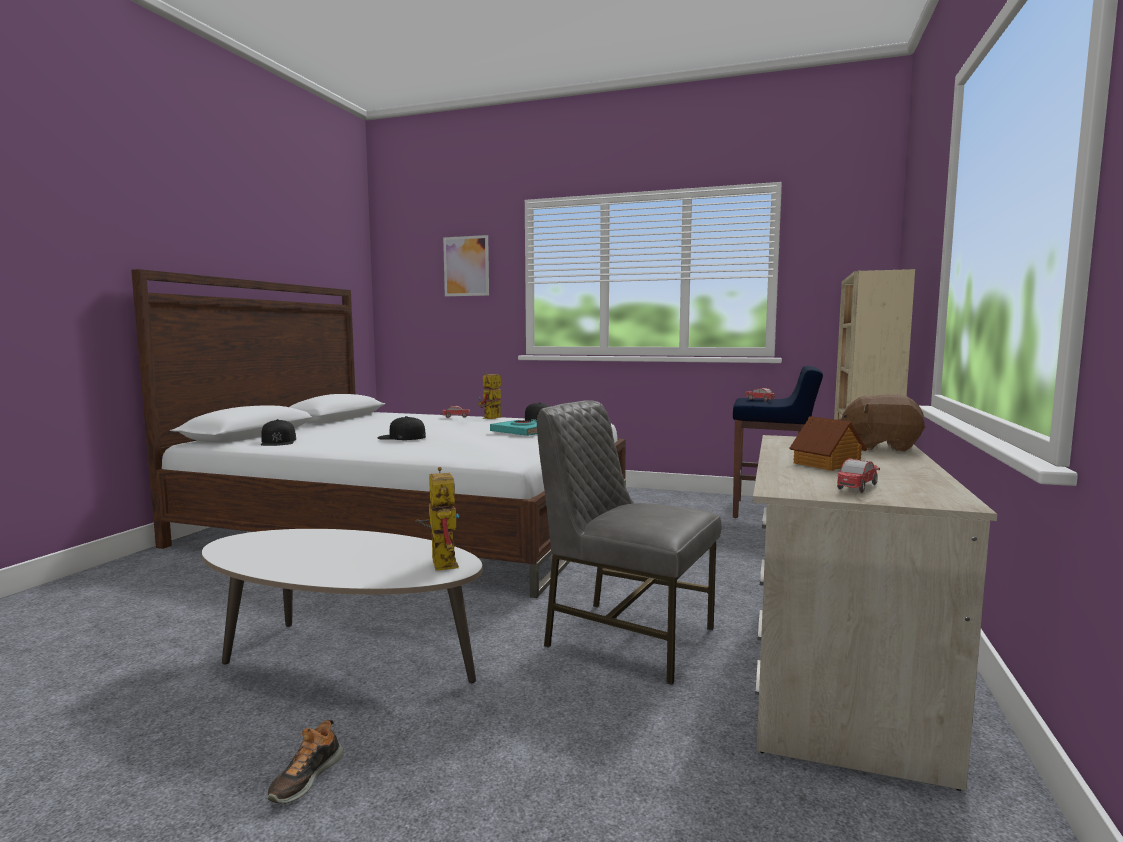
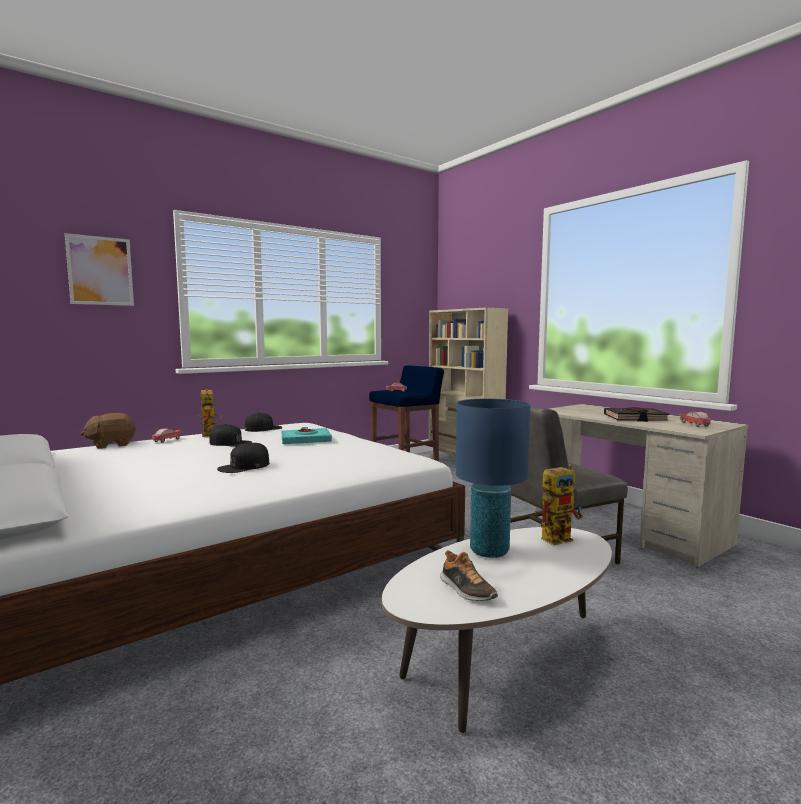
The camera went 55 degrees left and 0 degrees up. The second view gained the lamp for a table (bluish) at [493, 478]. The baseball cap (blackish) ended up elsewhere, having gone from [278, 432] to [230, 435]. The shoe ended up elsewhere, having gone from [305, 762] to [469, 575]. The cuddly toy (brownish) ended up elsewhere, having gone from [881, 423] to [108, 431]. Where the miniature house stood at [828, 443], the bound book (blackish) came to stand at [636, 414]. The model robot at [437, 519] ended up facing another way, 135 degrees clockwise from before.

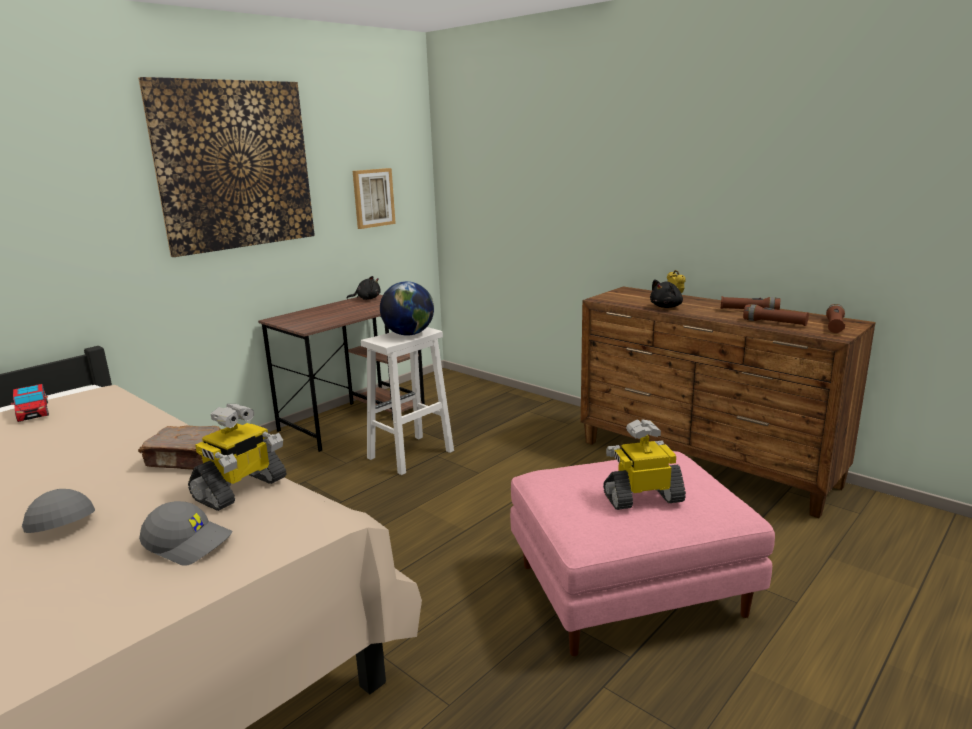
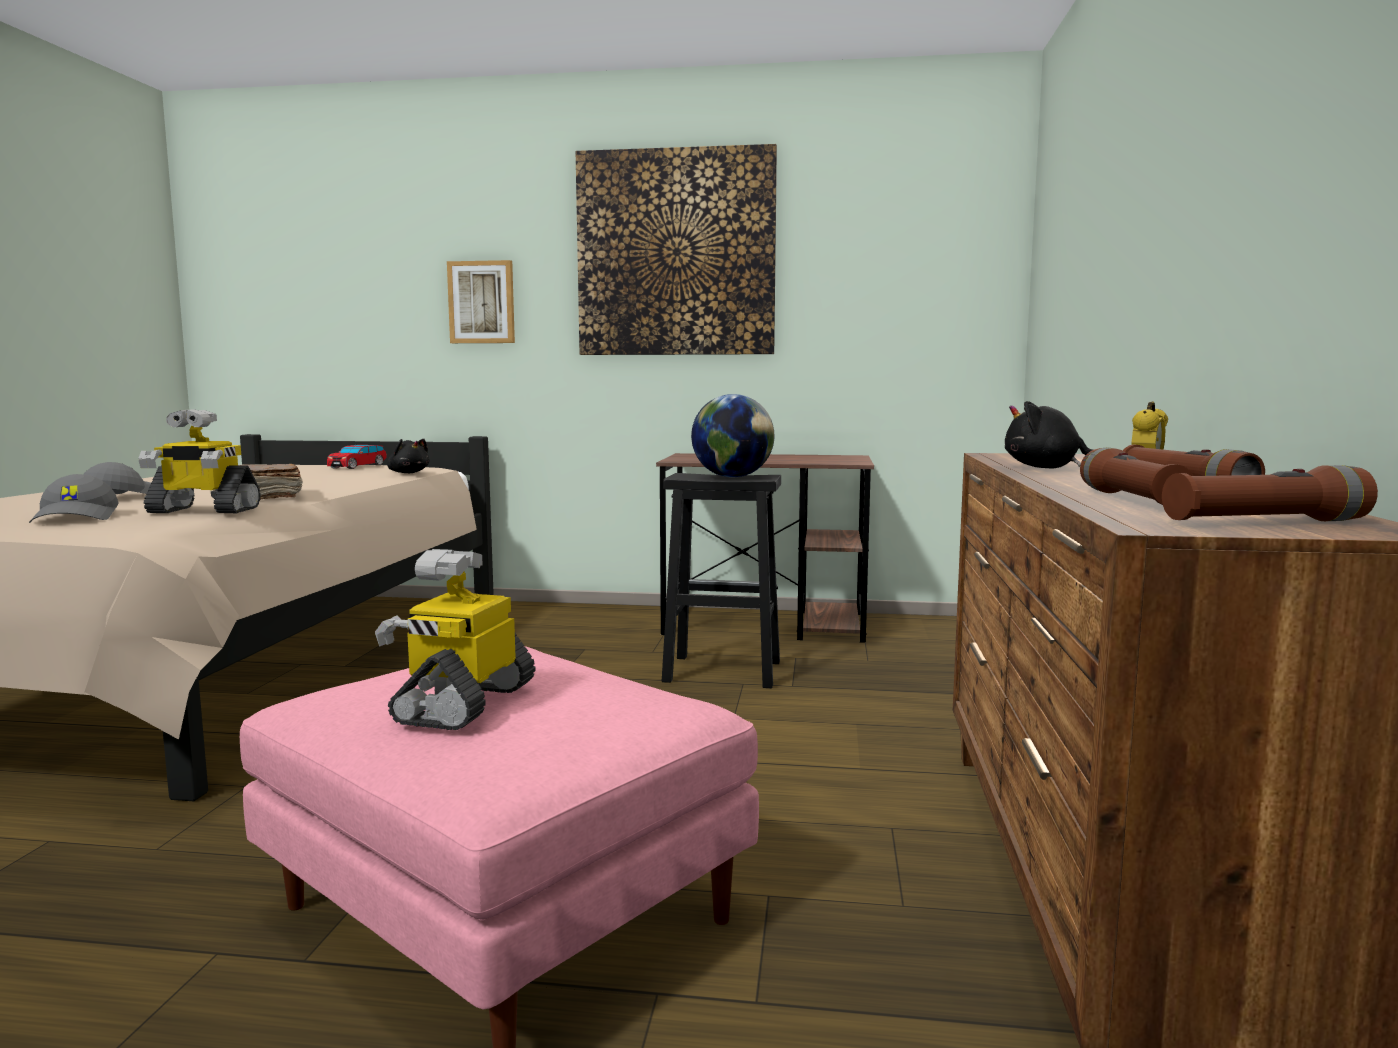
The camera went 55 degrees right and 10 degrees down. The cuddly toy (blackish) ended up elsewhere, having gone from [364, 288] to [408, 456]. The wall art ended up elsewhere, having gone from [374, 198] to [481, 301]. What was the stool seat (white) at [407, 401] turned into the stool seat (blackish) at [721, 580]. The model robot at [644, 464] ended up facing another way, 120 degrees counterclockwise from before.

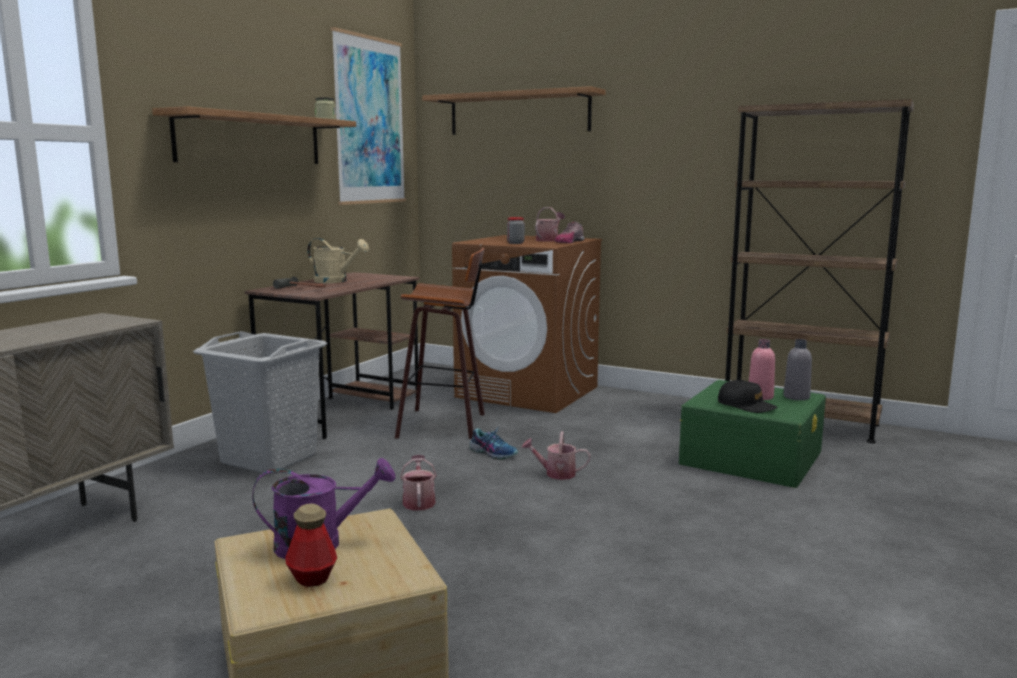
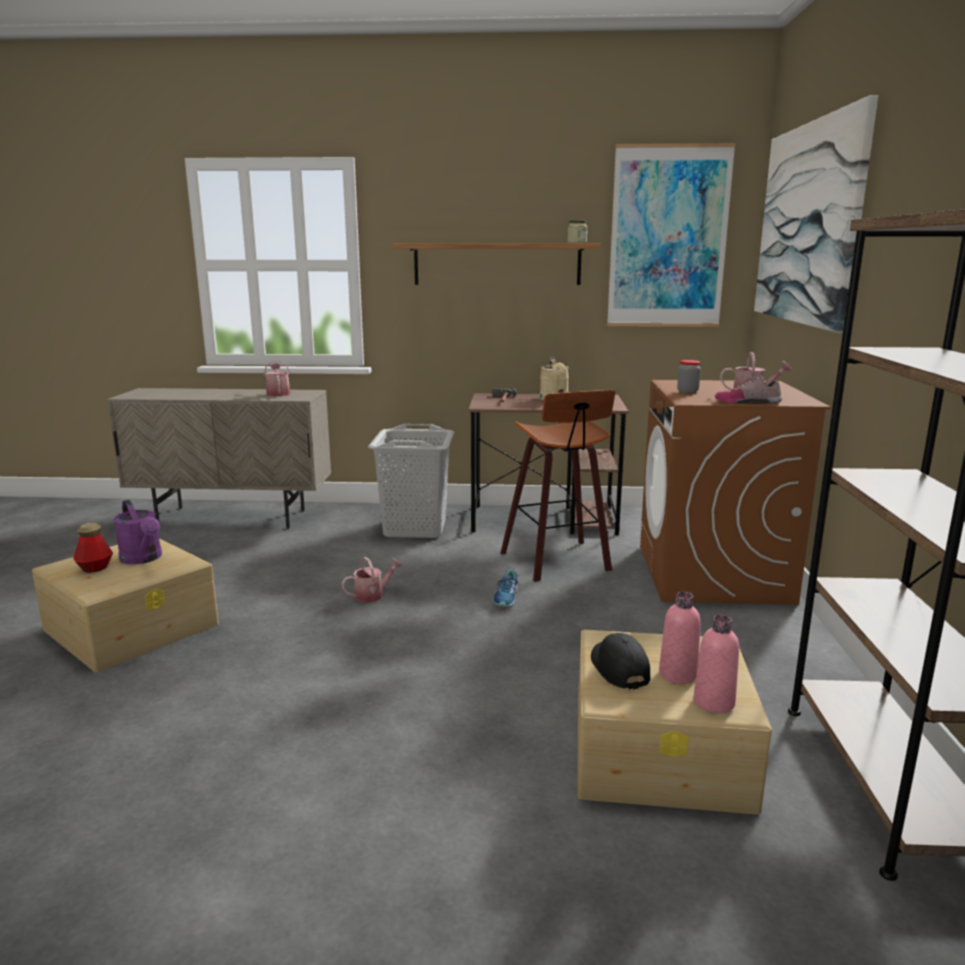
The camera went 65 degrees right and 5 degrees up. The watering pot ended up elsewhere, having gone from [556, 455] to [277, 378]. Where the bracket shelf hung at [514, 110], the wall art came to hang at [816, 214]. What was the storage box (green-coloured) at [752, 434] turned into the storage box (beige) at [674, 722]. What was the bottle (greyish) at [798, 369] turned into the bottle (pink) at [716, 664]. The baseball cap (blackish) at [748, 396] ended up facing another way, 150 degrees clockwise from before.

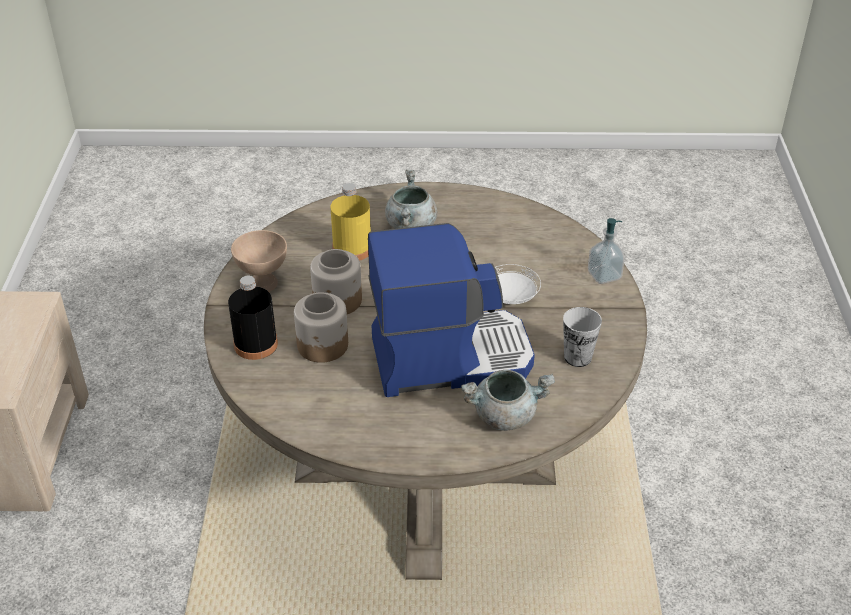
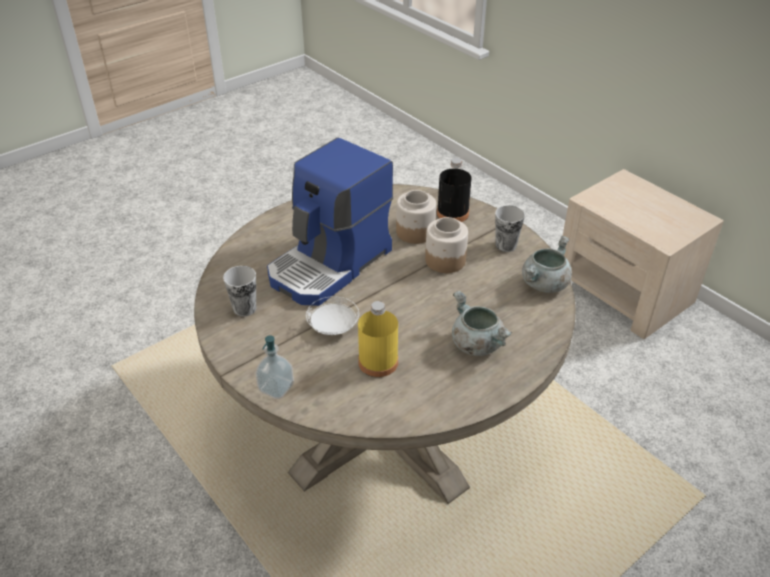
The camera went 140 degrees right and 0 degrees up. The bottle (yellow) ended up elsewhere, having gone from [351, 222] to [378, 339]. The saucepot (greyish) ended up elsewhere, having gone from [508, 400] to [547, 264]. Where the serving bowl (beige) stood at [259, 261], the small cup came to stand at [510, 228].

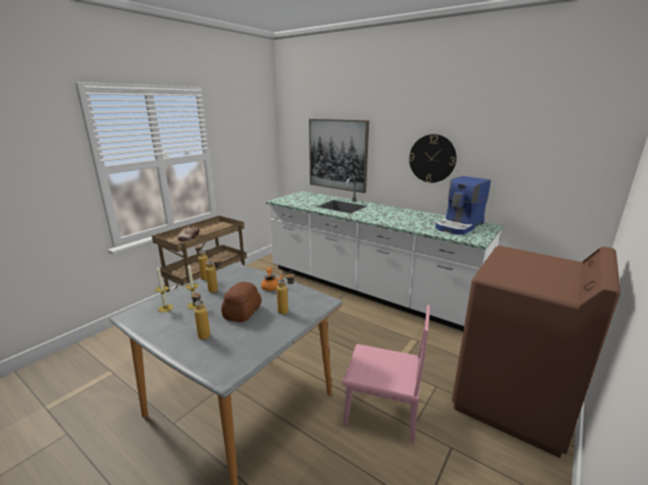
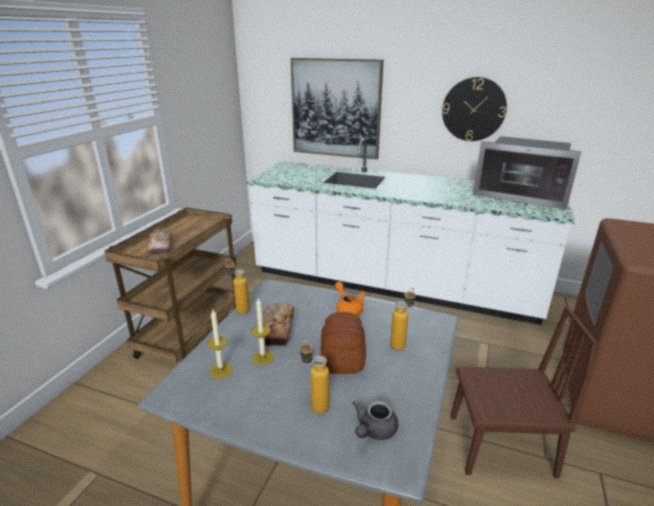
The camera went 15 degrees left and 5 degrees up. The second view gained the teapot (greyish) at [375, 420]. Where the bottle stood at [213, 275], the bakery bread came to stand at [276, 324]. Where the coffee brewer stood at [463, 205], the microwave oven came to stand at [527, 173]. What was the upright chair (pink) at [386, 374] turned into the upright chair (brownish) at [524, 392].

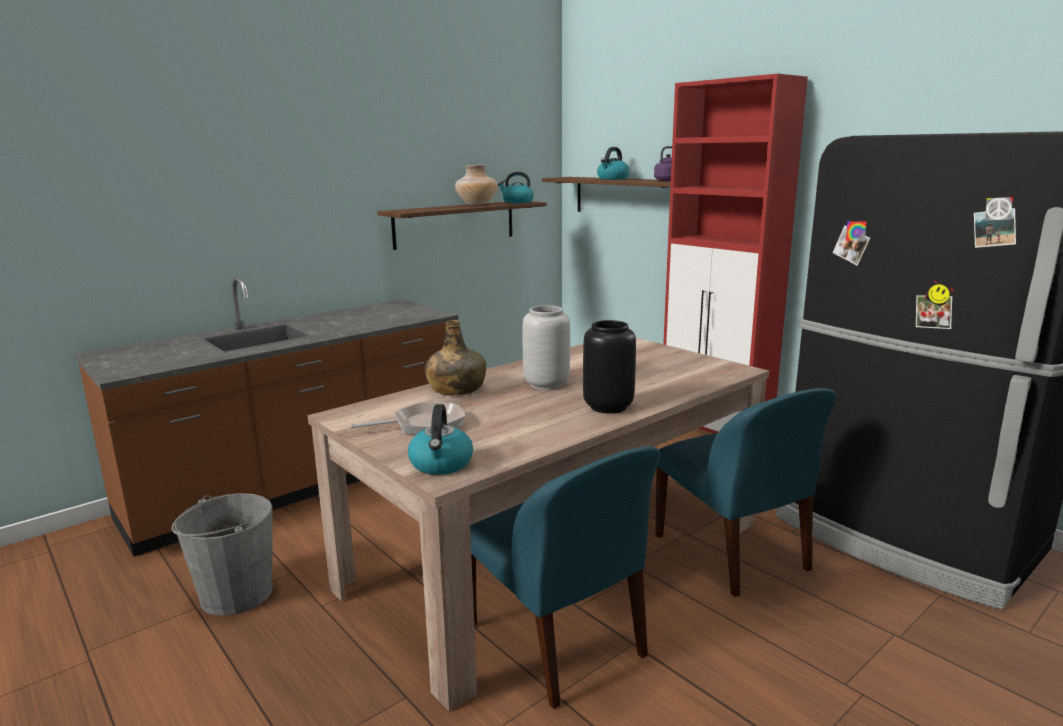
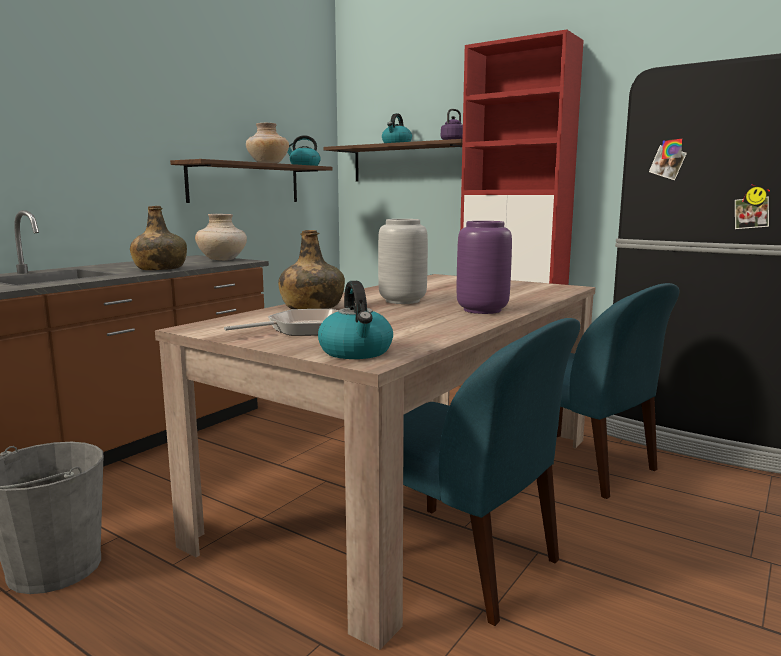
The camera went 15 degrees left and 5 degrees down. The second view gained the bottle (green-coloured) at [158, 238]. The second view gained the vase (beige) at [221, 237]. What was the vase (blackish) at [609, 366] turned into the vase (purple) at [484, 267].

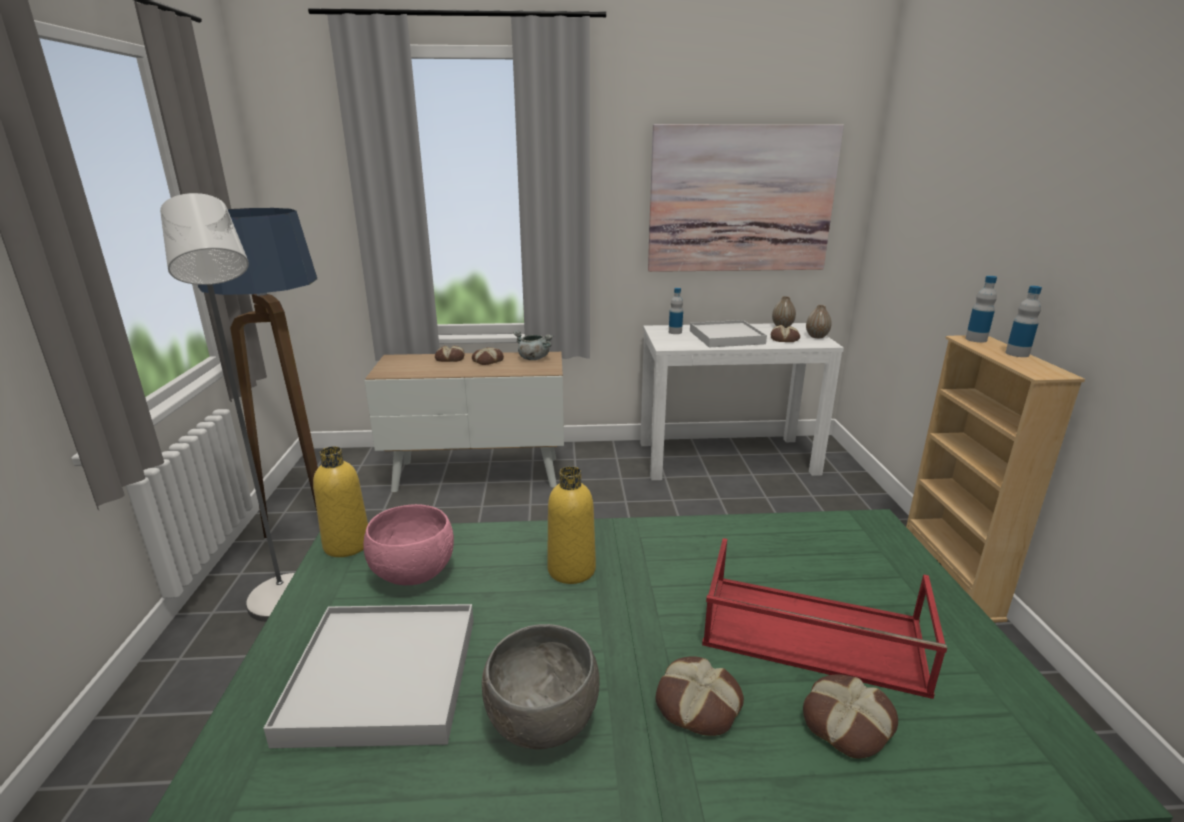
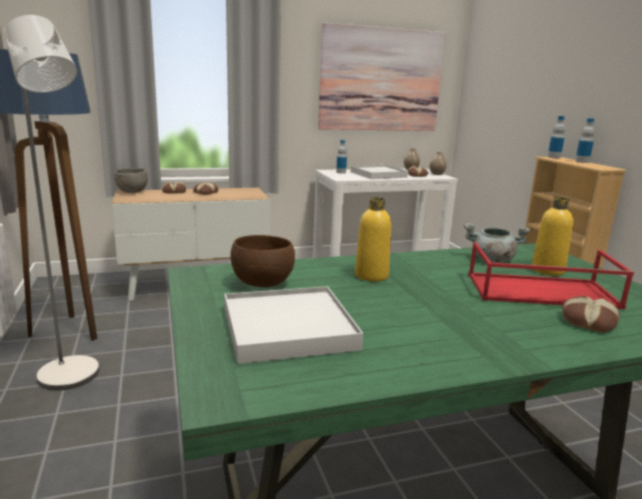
The camera went 15 degrees left and 5 degrees down. The second view lost the bakery bread at [699, 696]. The bottle (yellow) ended up elsewhere, having gone from [340, 501] to [552, 236]. The serving bowl (greyish) ended up elsewhere, having gone from [541, 687] to [131, 180]. The saucepot (greyish) ended up elsewhere, having gone from [533, 345] to [497, 243]. What was the serving bowl (pink) at [408, 544] turned into the serving bowl (brownish) at [262, 261].

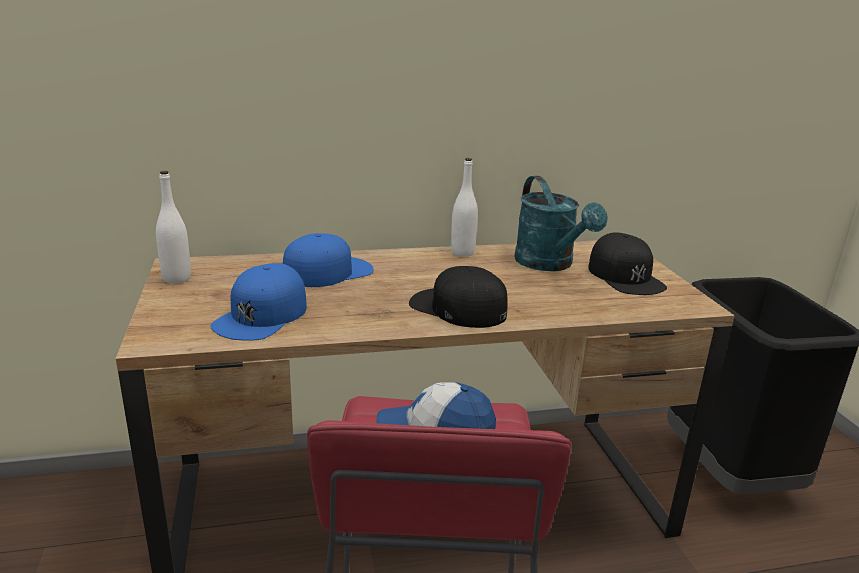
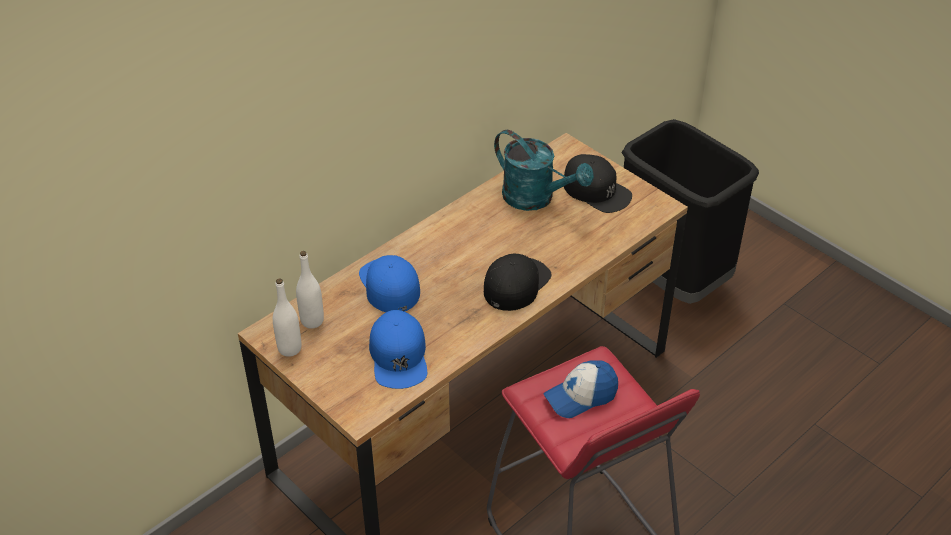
The camera went 30 degrees left and 20 degrees up. The bottle (white) ended up elsewhere, having gone from [464, 207] to [310, 289]. The baseball cap (bluish) at [328, 260] ended up facing another way, 45 degrees counterclockwise from before. The baseball cap (blackish) at [458, 297] ended up facing another way, 120 degrees clockwise from before.

